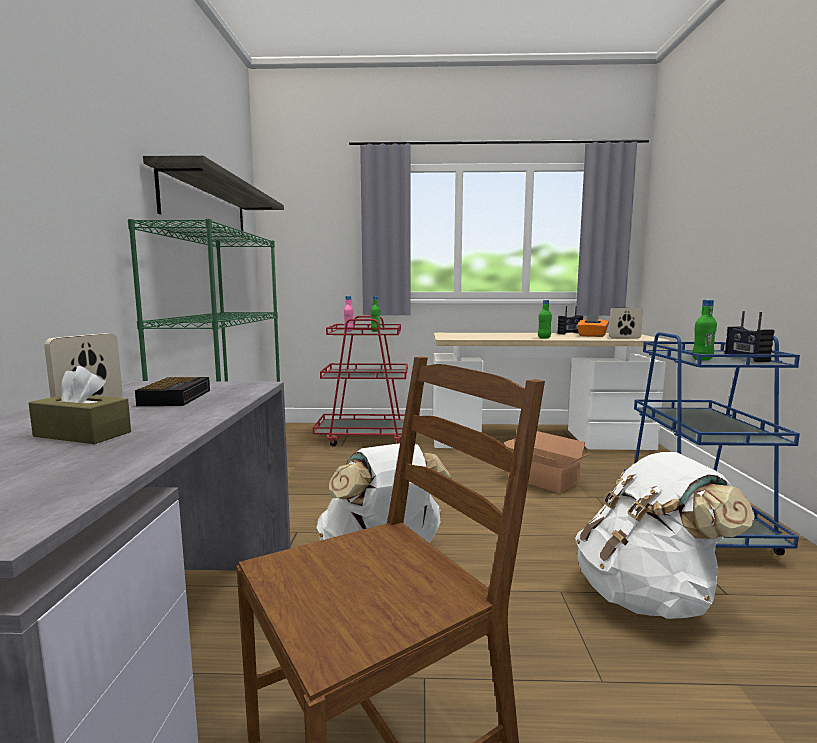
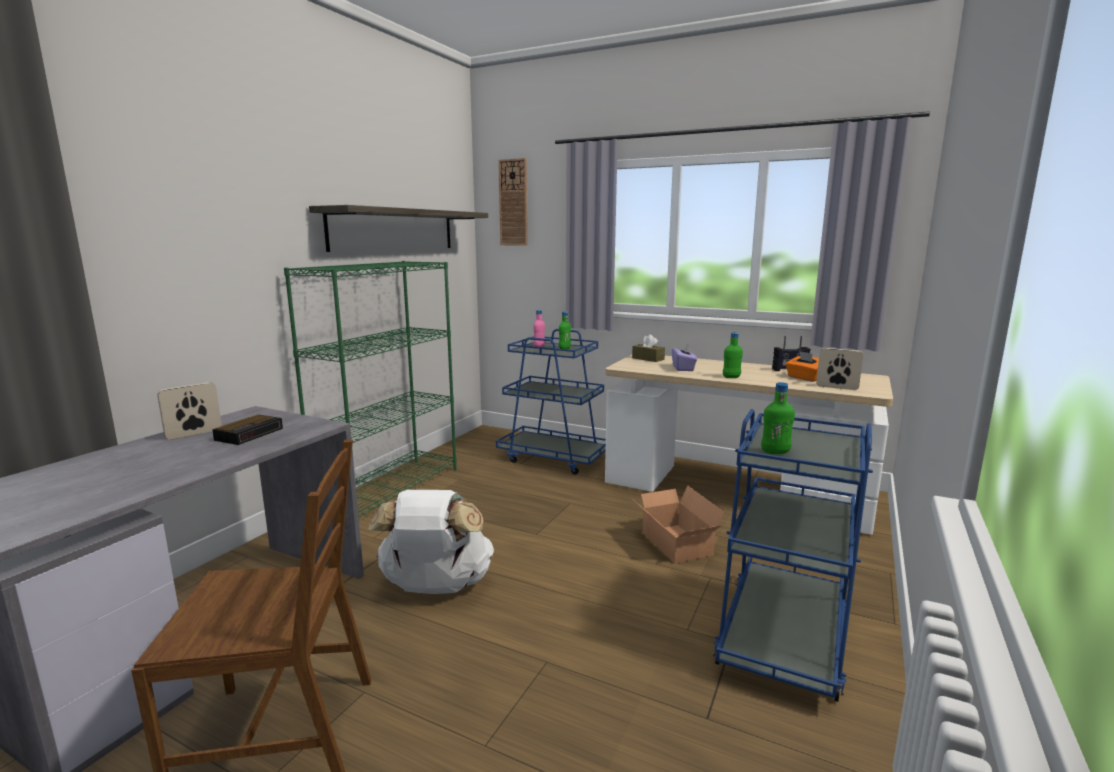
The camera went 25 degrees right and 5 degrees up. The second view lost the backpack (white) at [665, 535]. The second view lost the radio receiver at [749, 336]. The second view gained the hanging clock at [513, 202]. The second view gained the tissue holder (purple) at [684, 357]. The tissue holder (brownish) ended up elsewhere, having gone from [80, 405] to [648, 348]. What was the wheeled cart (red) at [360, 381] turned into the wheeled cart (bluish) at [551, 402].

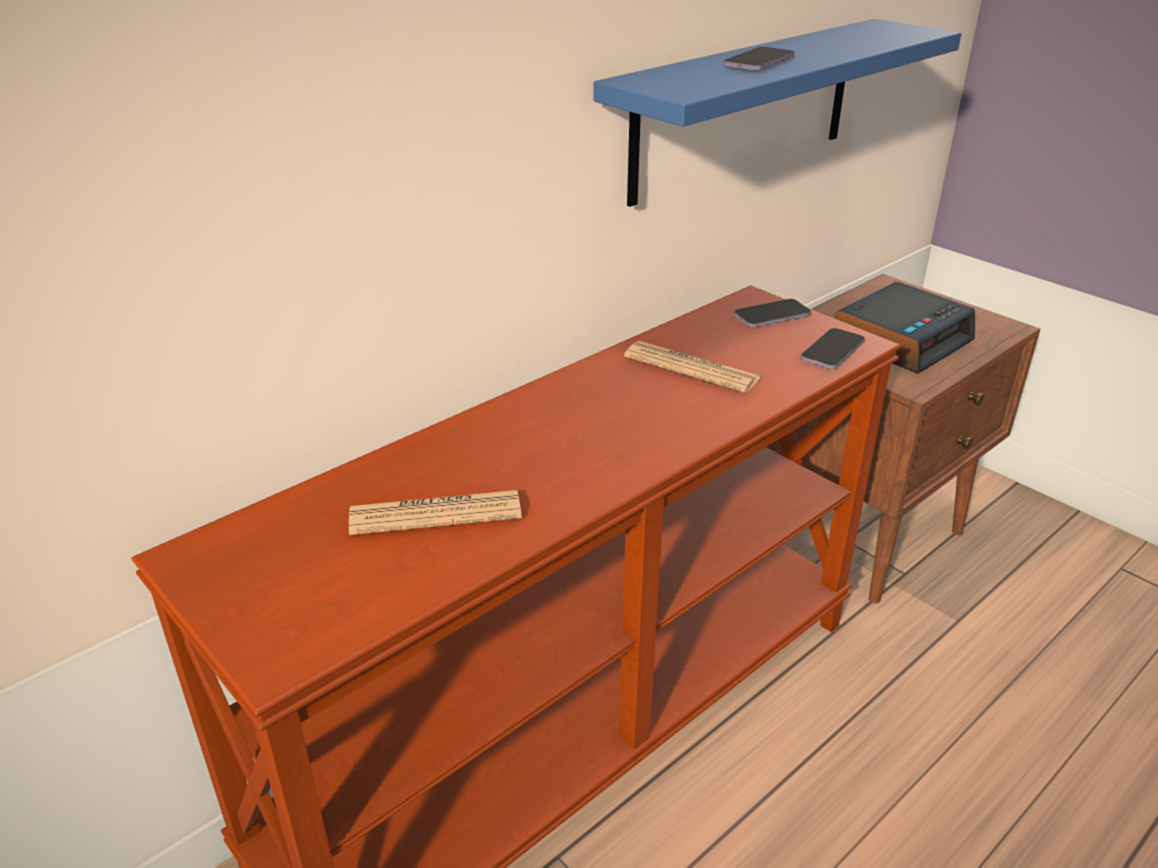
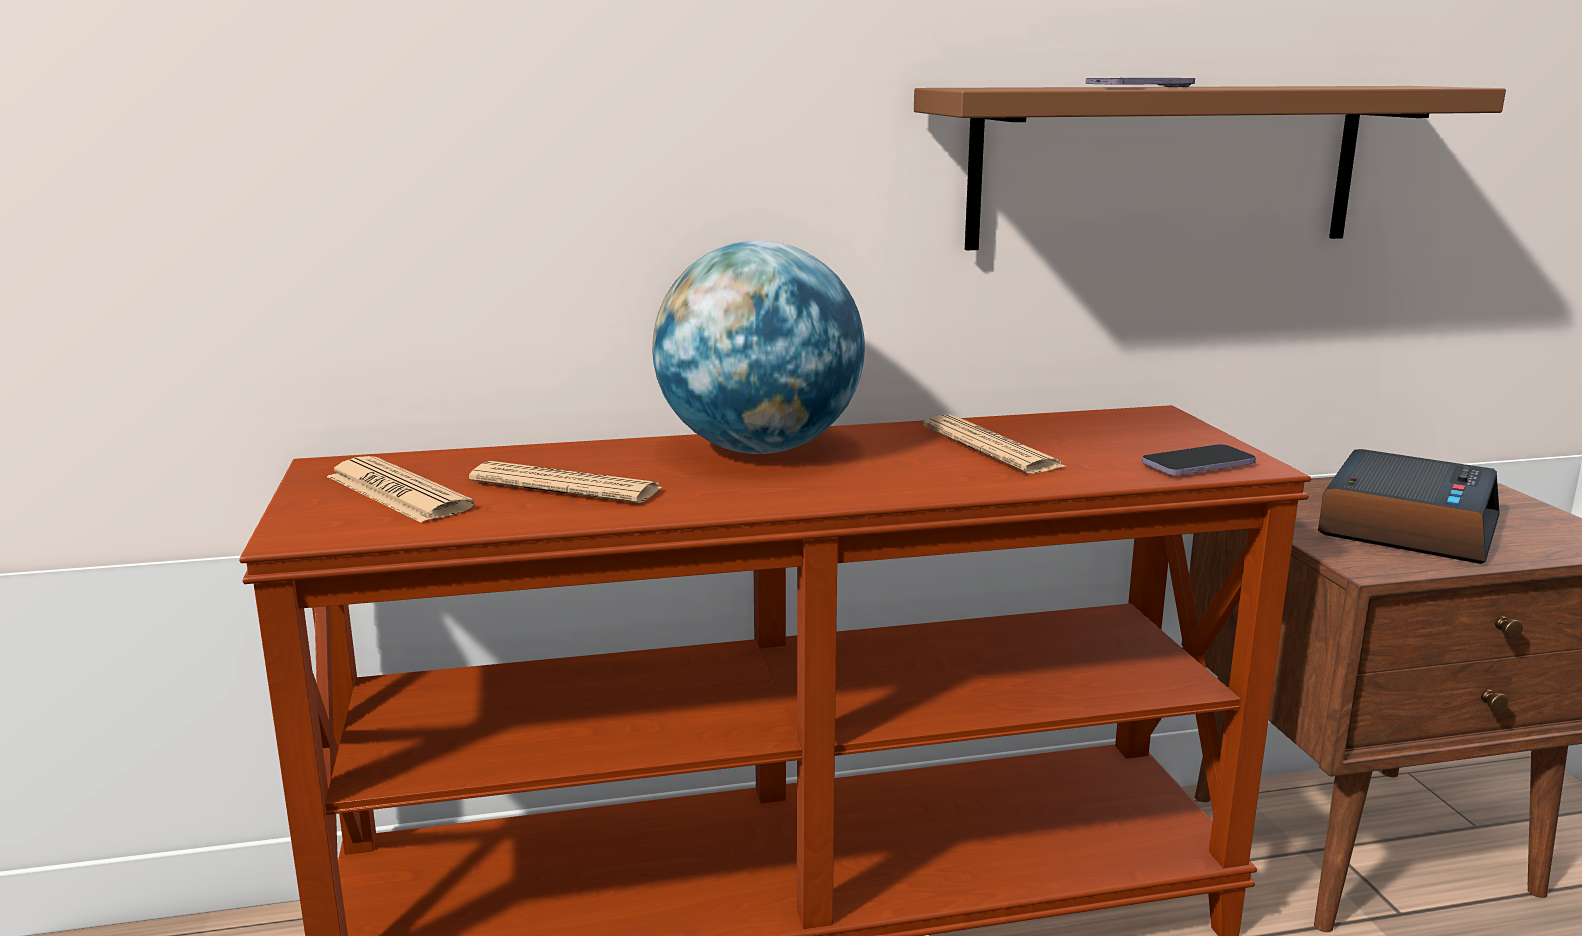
The camera went 30 degrees right and 15 degrees down. The second view lost the telephone at [772, 313]. The second view gained the daily paper at [400, 489]. The second view gained the desk globe at [758, 347]. What was the bracket shelf (bluish) at [777, 113] turned into the bracket shelf (brownish) at [1210, 168]. The table clock at [904, 328] ended up facing another way, 45 degrees counterclockwise from before.

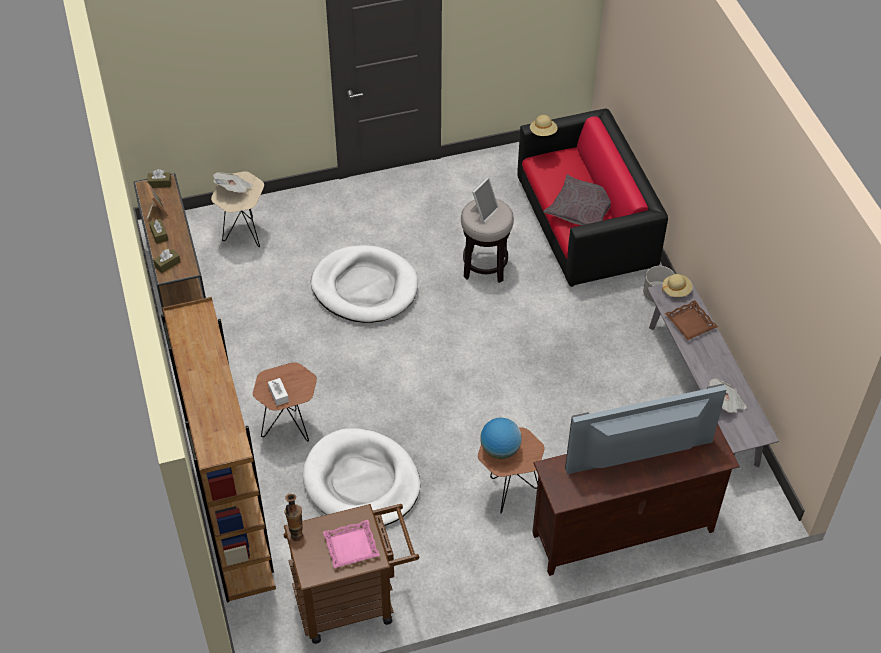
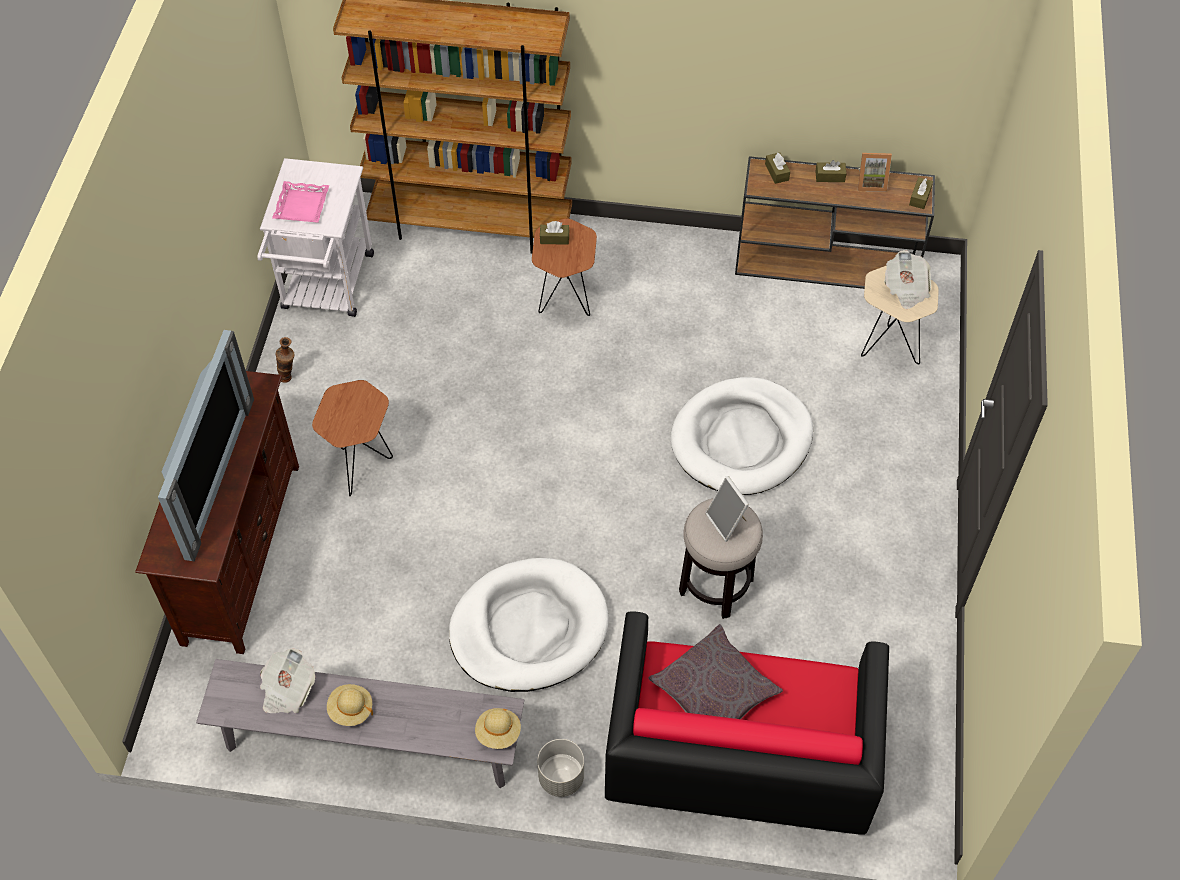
The camera went 115 degrees right and 5 degrees up. The second view lost the desk globe at [501, 438]. The second view lost the tray (brownish) at [691, 320]. The vase ended up elsewhere, having gone from [294, 517] to [285, 360]. The pet bed (white) ended up elsewhere, having gone from [361, 477] to [529, 625]. The hat (beige) ended up elsewhere, having gone from [544, 125] to [350, 705]. What was the tissue holder (white) at [278, 392] turned into the tissue holder (brownish) at [554, 233]. What was the wheeled cart (brownish) at [351, 574] turned into the wheeled cart (white) at [315, 237].

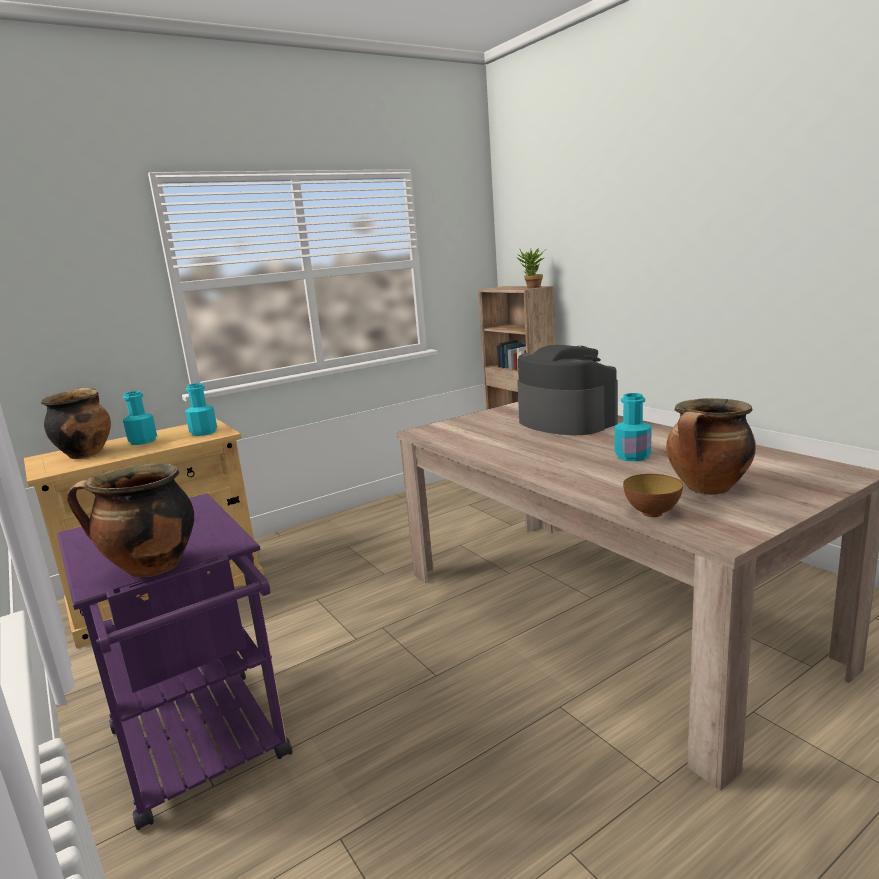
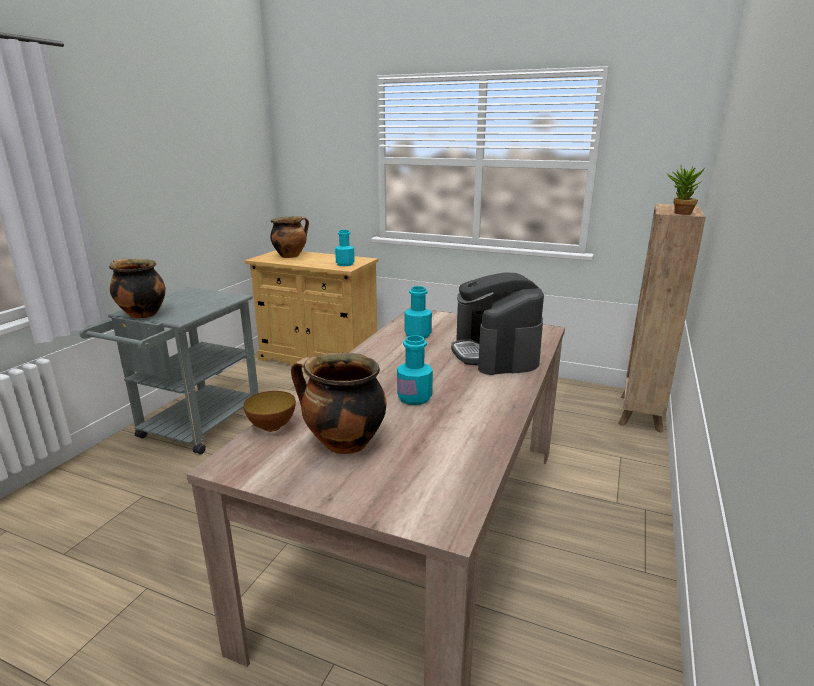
The camera went 55 degrees right and 5 degrees up. The bottle (turquoise-coloured) ended up elsewhere, having gone from [140, 418] to [418, 312]. What was the wheeled cart (purple) at [174, 661] turned into the wheeled cart (greyish) at [169, 371]. The coffee brewer at [567, 390] ended up facing another way, 150 degrees clockwise from before.

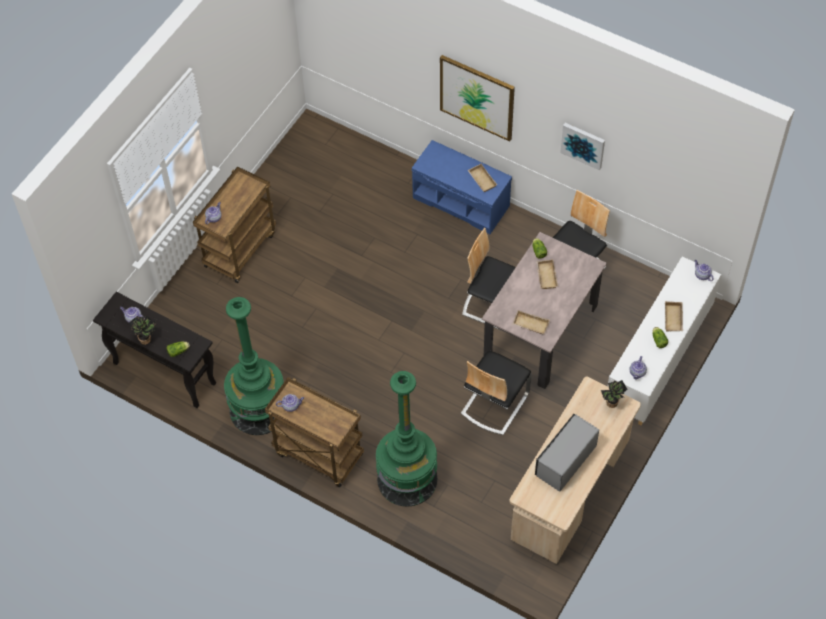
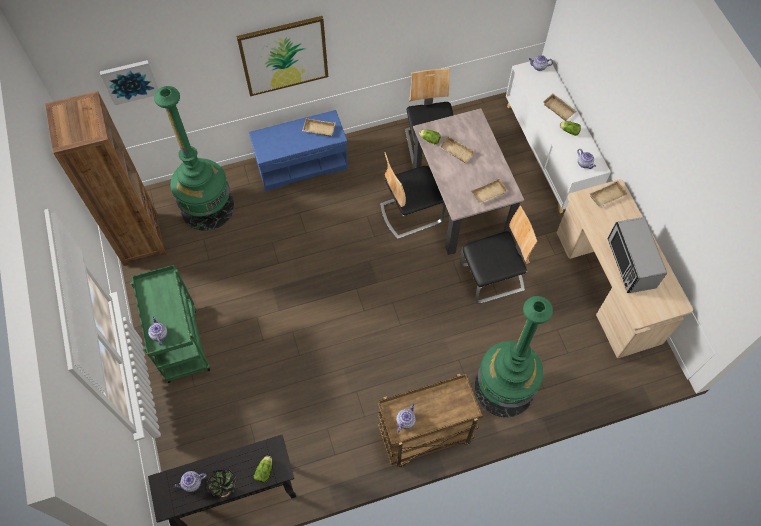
The camera went 50 degrees left and 5 degrees up. The second view gained the bookshelf (brownish) at [105, 178]. The standard lamp (green-coloured) ended up elsewhere, having gone from [254, 366] to [194, 158]. The wall art ended up elsewhere, having gone from [582, 146] to [129, 82]. Where the houseplant stood at [614, 394], the tray (beige) came to stand at [608, 194]. What was the wheeled cart (brownish) at [234, 224] turned into the wheeled cart (green-coloured) at [170, 324]. The upright chair at [496, 393] ended up facing another way, 90 degrees counterclockwise from before.

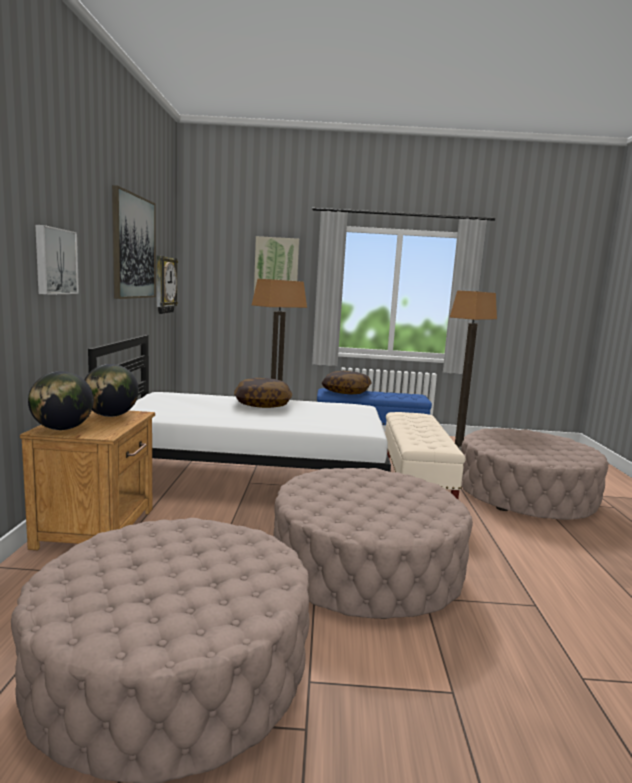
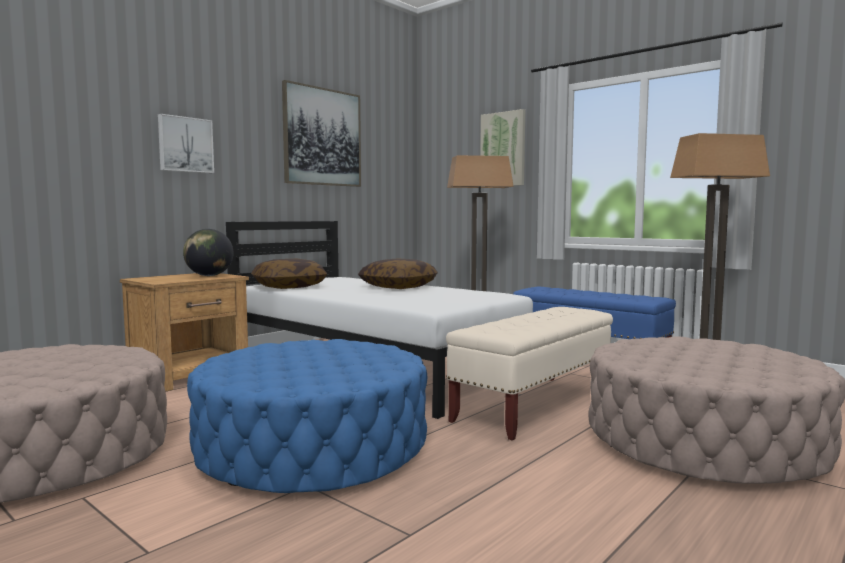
The camera went 40 degrees right and 5 degrees down. The second view lost the desk globe at [61, 400]. The second view lost the hanging clock at [167, 285]. The pillow ended up elsewhere, having gone from [346, 383] to [289, 274]. What was the pouffe (beige) at [373, 543] turned into the pouffe (bluish) at [307, 416].

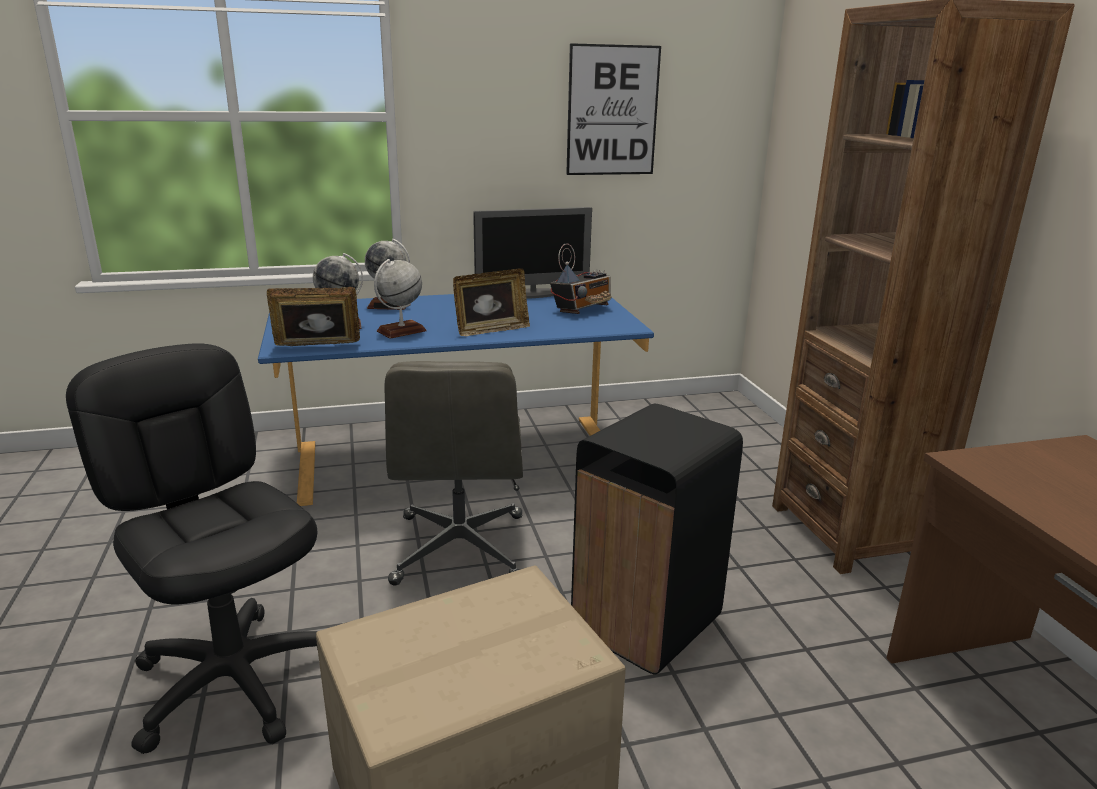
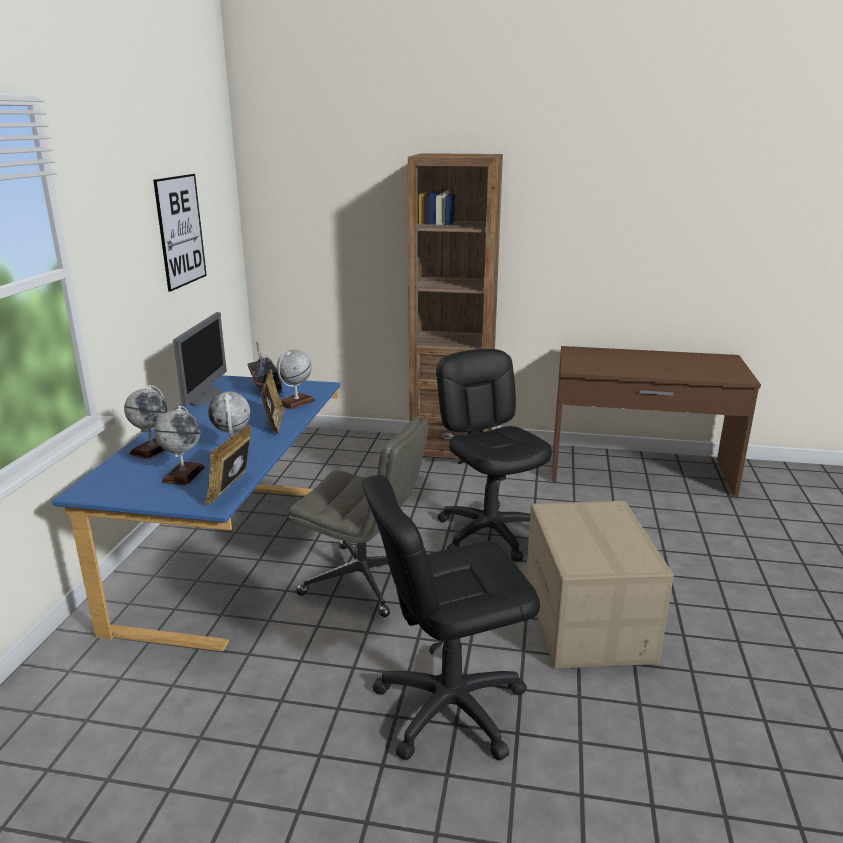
The camera went 65 degrees left and 0 degrees up. The second view gained the desk globe at [296, 380]. Where the waste bin (blackish) stood at [657, 539], the office chair (blackish) came to stand at [494, 455].

